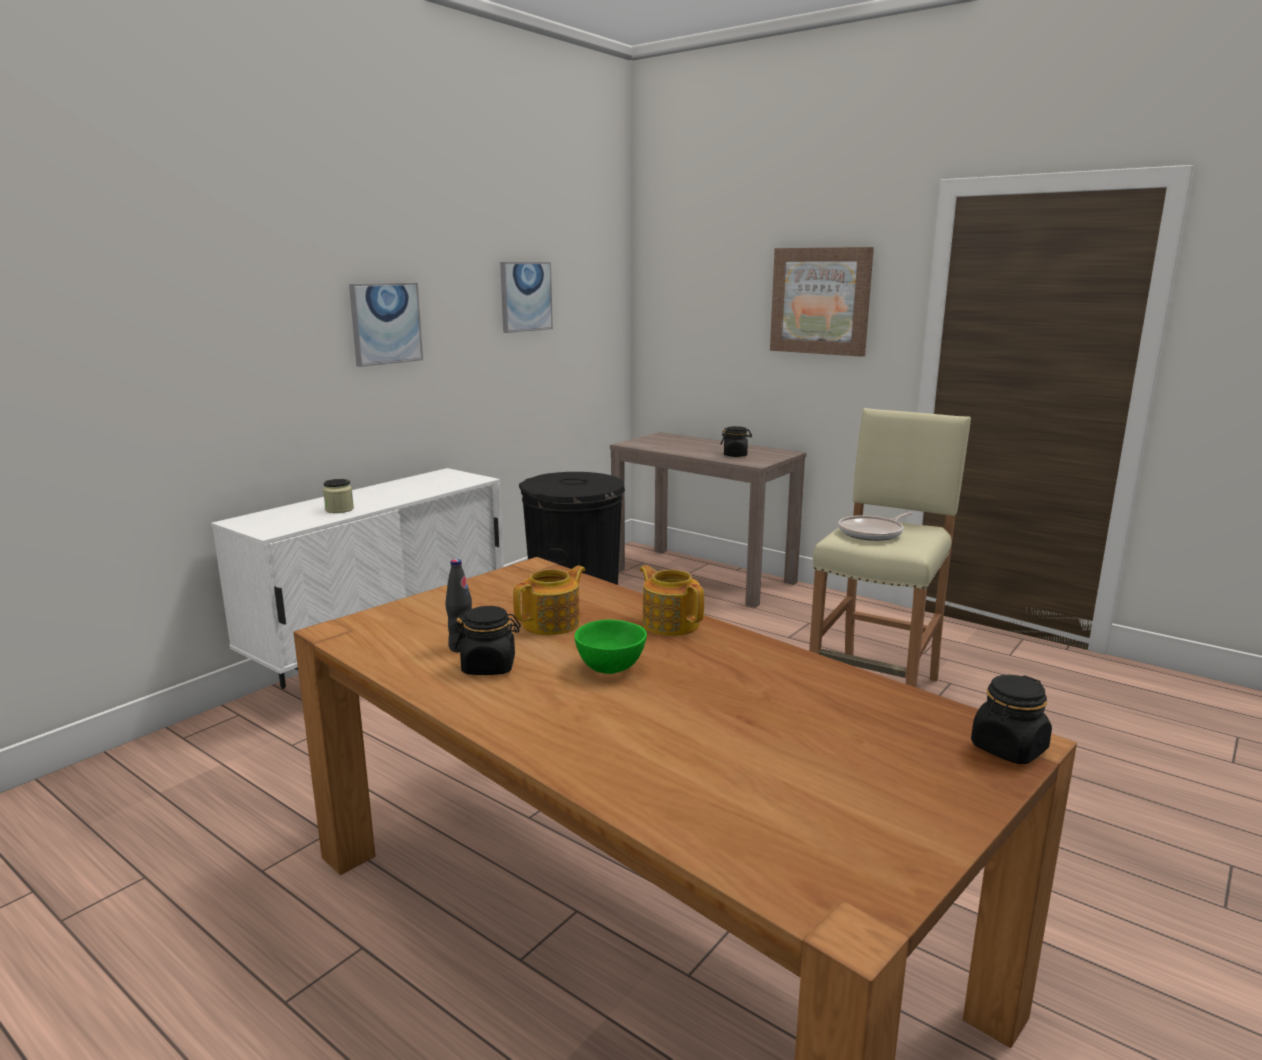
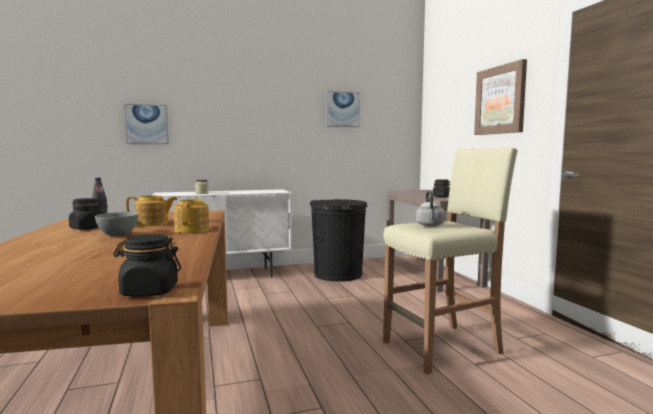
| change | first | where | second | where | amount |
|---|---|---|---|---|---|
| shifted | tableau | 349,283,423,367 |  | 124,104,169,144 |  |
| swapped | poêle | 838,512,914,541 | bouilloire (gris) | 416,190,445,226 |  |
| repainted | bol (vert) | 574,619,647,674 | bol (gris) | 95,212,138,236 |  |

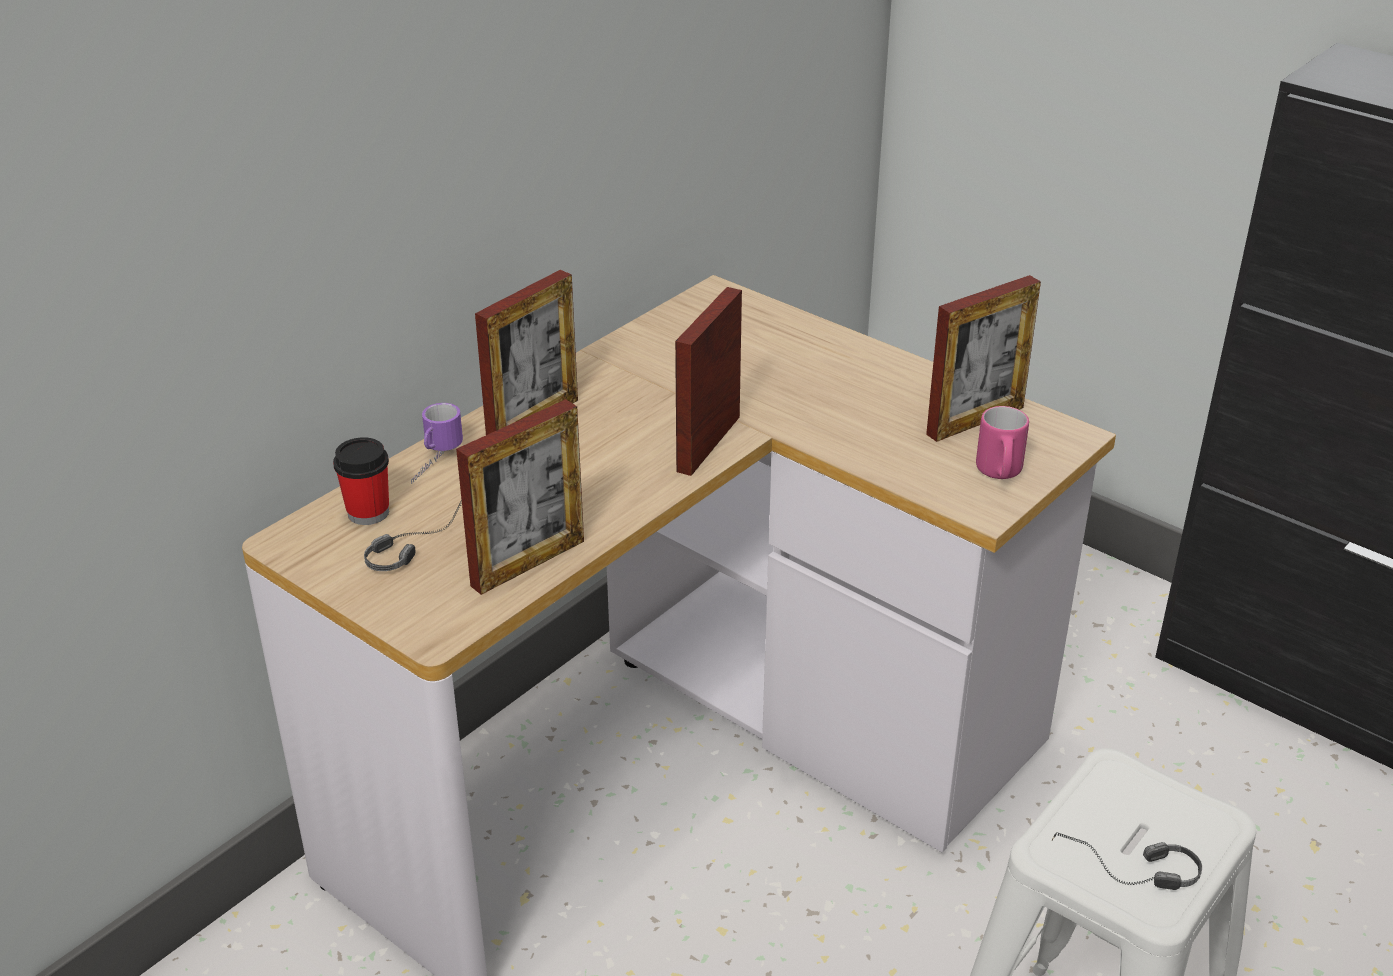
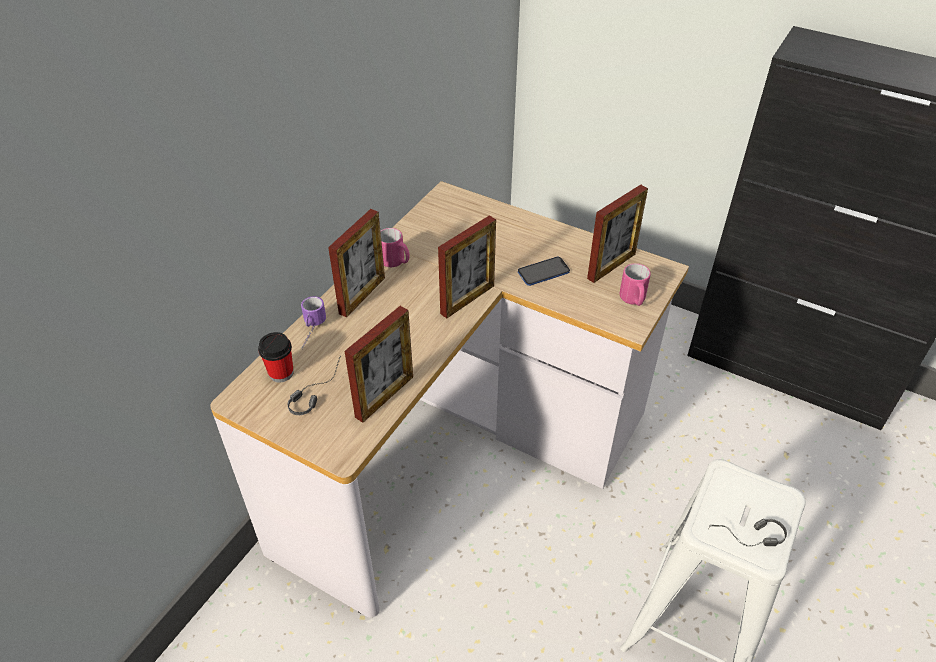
| change | first | where | second | where | amount |
|---|---|---|---|---|---|
| rotated | cadre photo | 675,287,742,476 |  | 438,216,496,318 | 150 degrees counterclockwise |
| new |  |  | mug (rose) | 380,228,410,267 |  |
| new |  |  | téléphone | 518,257,570,286 |  |

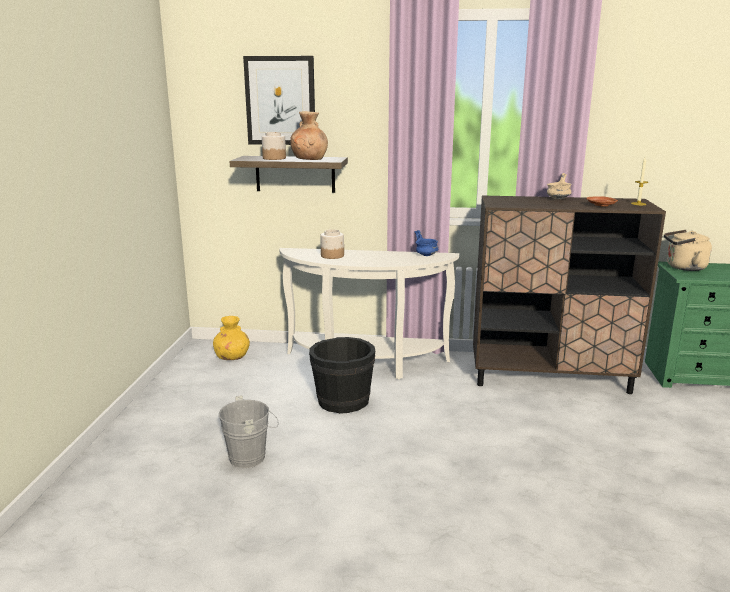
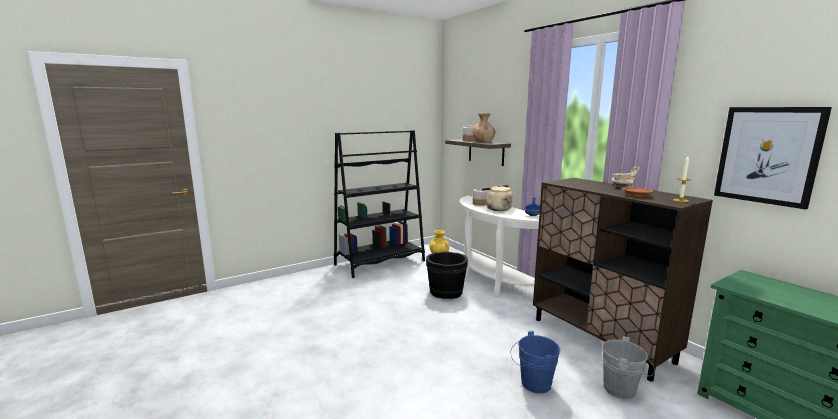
| change | first | where | second | where | amount |
|---|---|---|---|---|---|
| shifted | tableau | 243,56,315,145 |  | 714,107,832,209 |  |
| shifted | bouilloire (beige) | 664,230,712,271 |  | 482,185,513,211 |  |
| shifted | seau (gris) | 219,395,278,468 |  | 602,336,655,399 |  |
| new |  |  | bibliothèque (noir) | 334,130,425,278 |  |
| new |  |  | seau (bleu) | 511,331,560,394 |  |

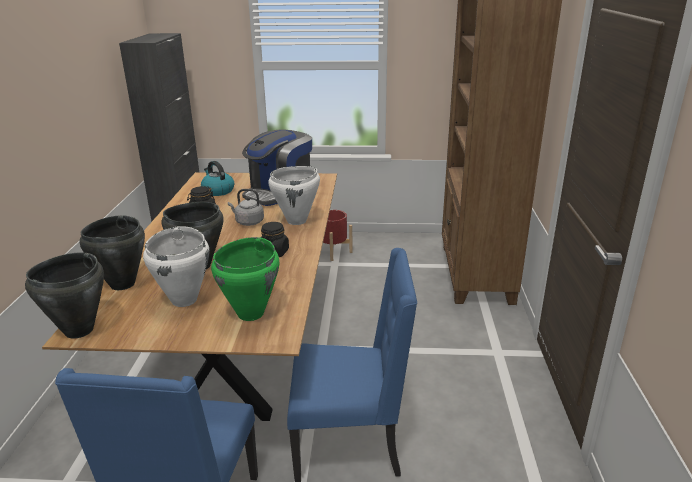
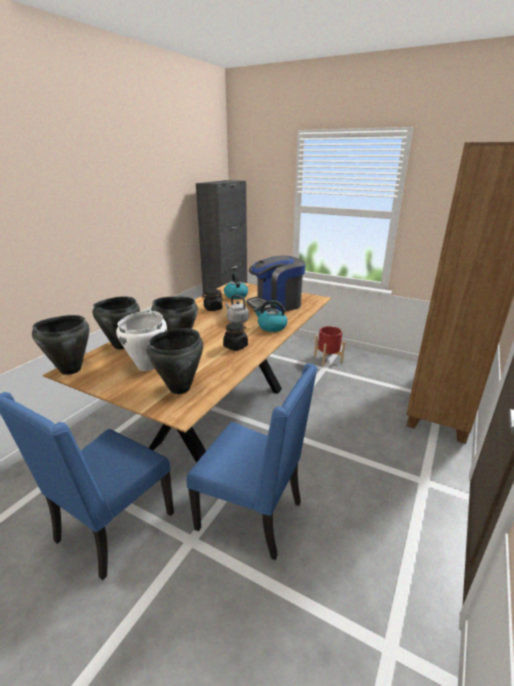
| change | first | where | second | where | amount |
|---|---|---|---|---|---|
| swapped | marmite (blanc) | 268,166,320,225 | bouilloire | 254,300,288,332 |  |
| repainted | marmite (vert) | 211,237,279,321 | marmite (noir) | 147,328,203,394 |  |

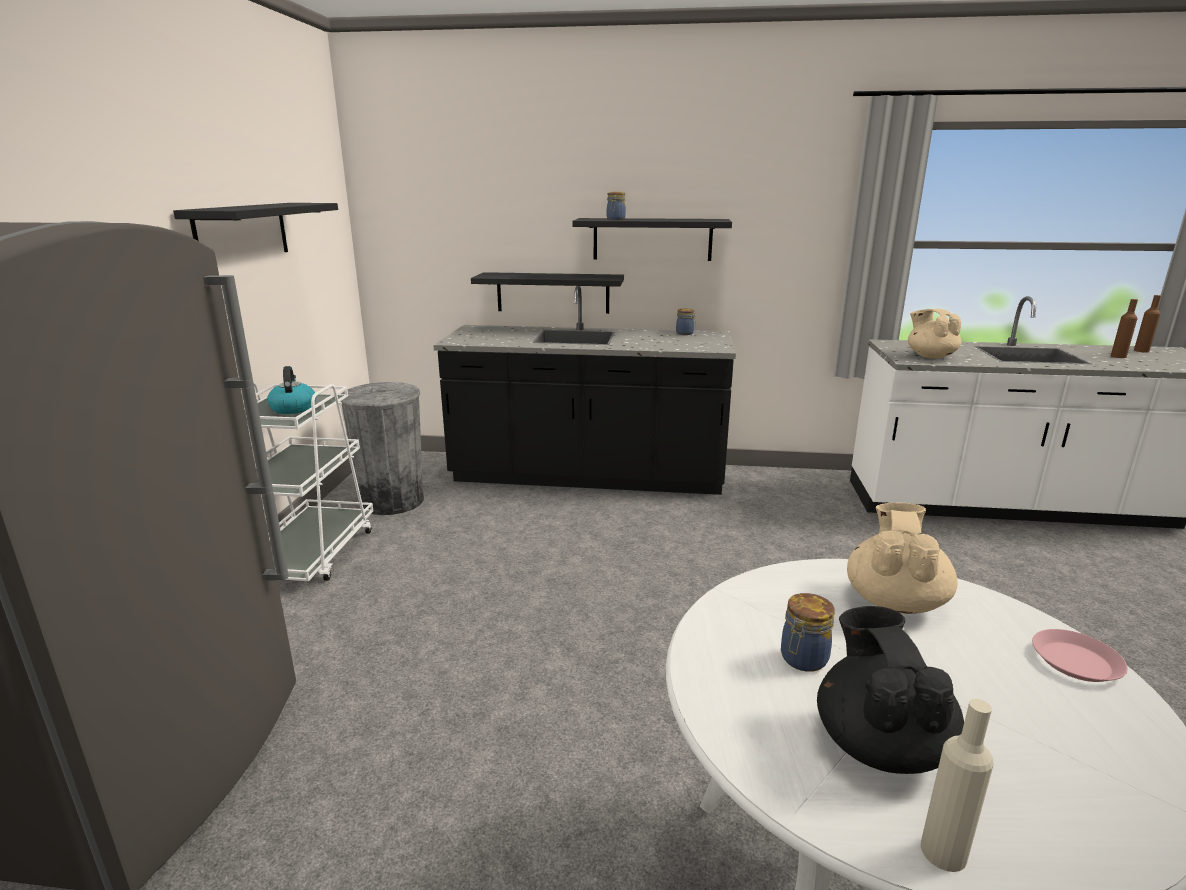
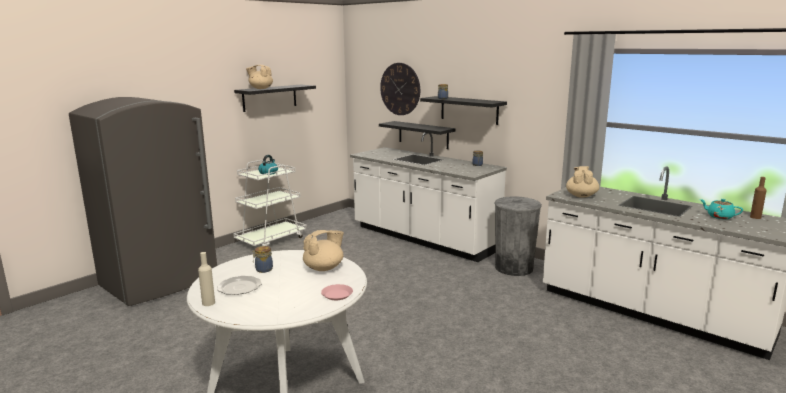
| change | first | where | second | where | amount |
|---|---|---|---|---|---|
| repainted | comptoir de cuisine (noir) | 433,286,736,495 | comptoir de cuisine (blanc) | 350,133,507,262 |  |
| swapped | bouteille (marron) | 1111,299,1138,358 | théière (turquoise) | 700,199,743,219 |  |
| shifted | poubelle (gris) | 340,382,424,515 |  | 494,196,542,276 |  |
| swapped | théière (noir) | 817,606,964,774 | assiette | 217,276,262,295 |  |
| new |  |  | horloge murale | 380,63,420,115 |  |
| new |  |  | théière (beige) | 246,65,273,89 |  |

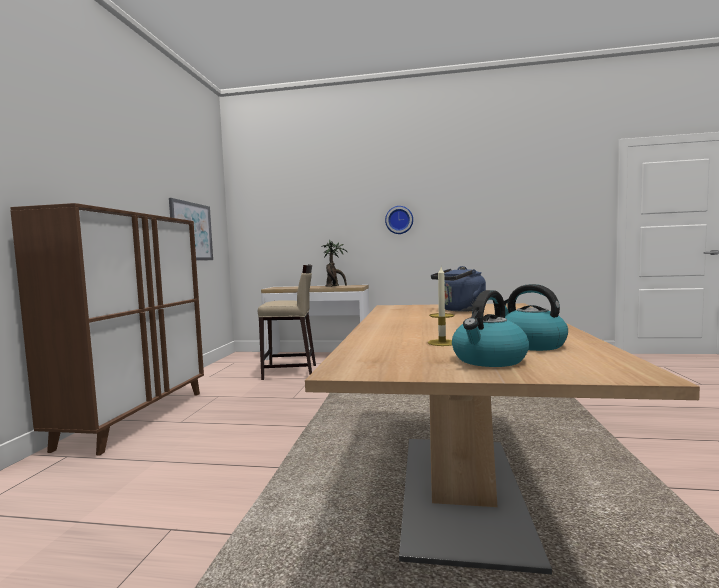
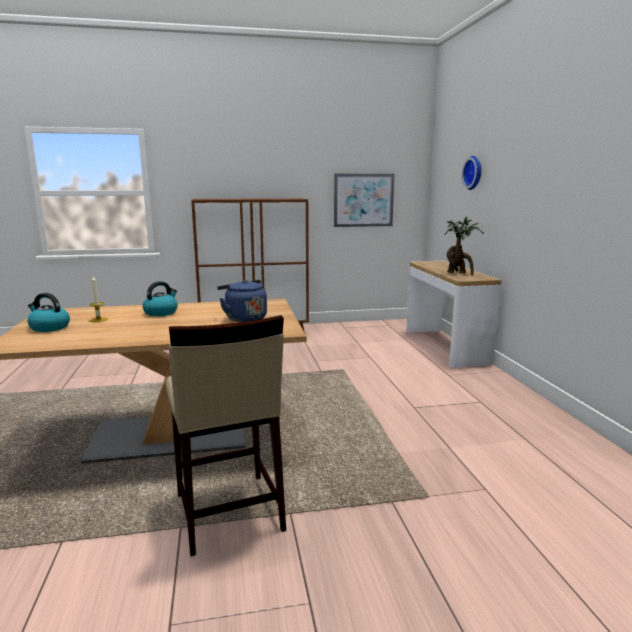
| change | first | where | second | where | amount |
|---|---|---|---|---|---|
| shifted | horloge murale | 385,206,413,234 |  | 462,156,481,190 |  |
| shifted | tabouret (beige) | 258,264,316,380 |  | 165,315,286,556 |  |
| shifted | bouilloire | 504,284,568,351 |  | 142,281,178,316 |  |

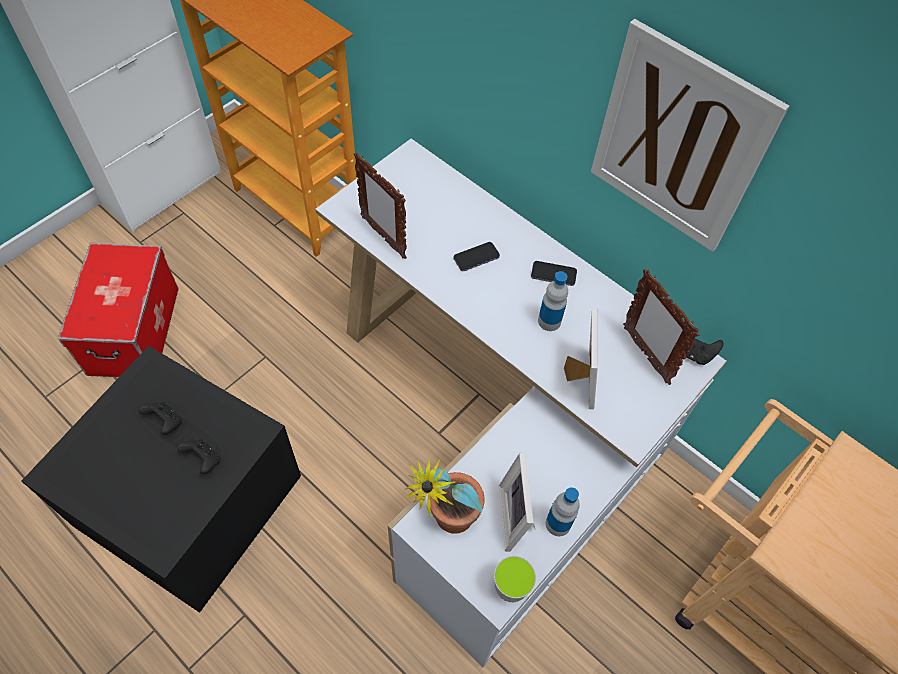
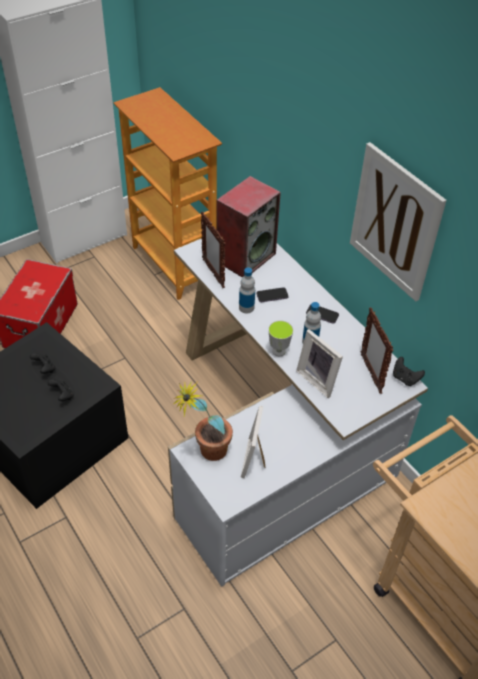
| change | first | where | second | where | amount |
|---|---|---|---|---|---|
| rotated | cadre photo | 564,308,598,409 |  | 296,329,343,398 | 120 degrees clockwise |
| shifted | bouteille | 546,487,580,536 |  | 239,268,255,313 |  |
| shifted | tasse | 494,556,536,602 |  | 268,320,293,356 |  |
| new |  |  | enceinte | 216,176,281,277 |  |

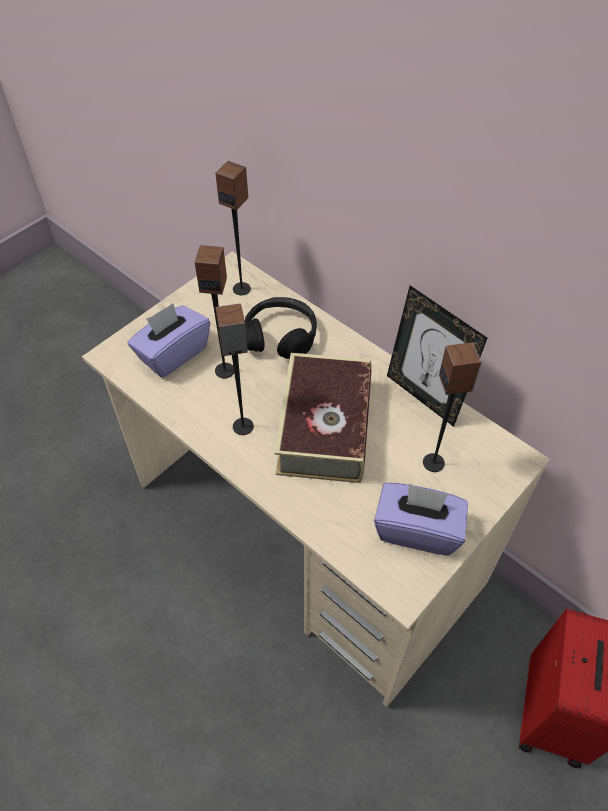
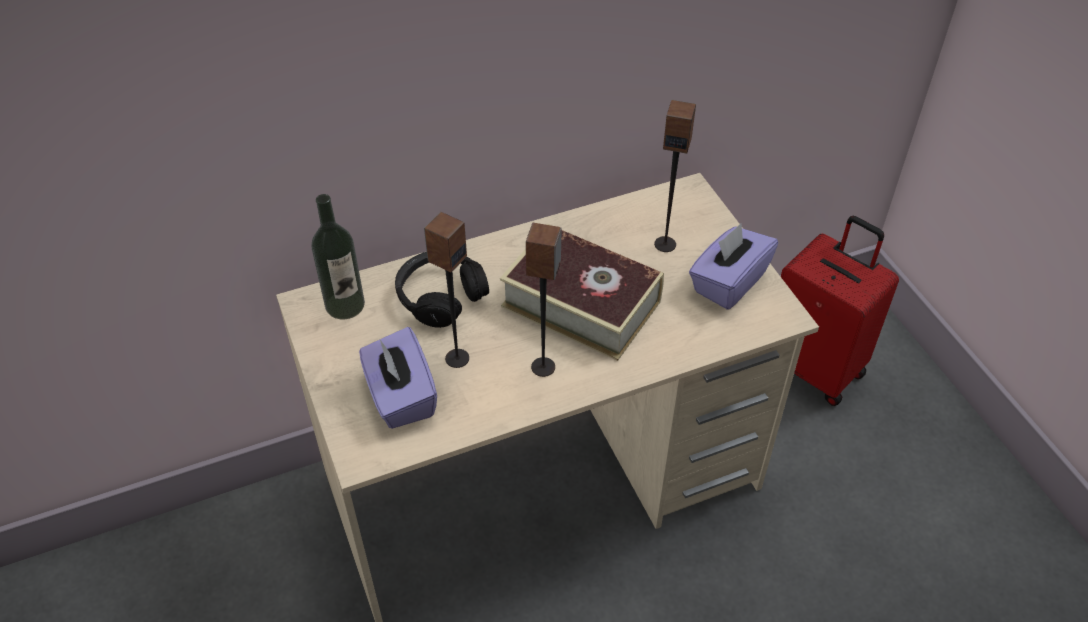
| change | first | where | second | where | amount |
|---|---|---|---|---|---|
| swapped | enceinte | 215,161,251,295 | bouteille | 311,194,365,319 |  |
| gone | cadre photo | 387,285,487,427 |  |  |  |

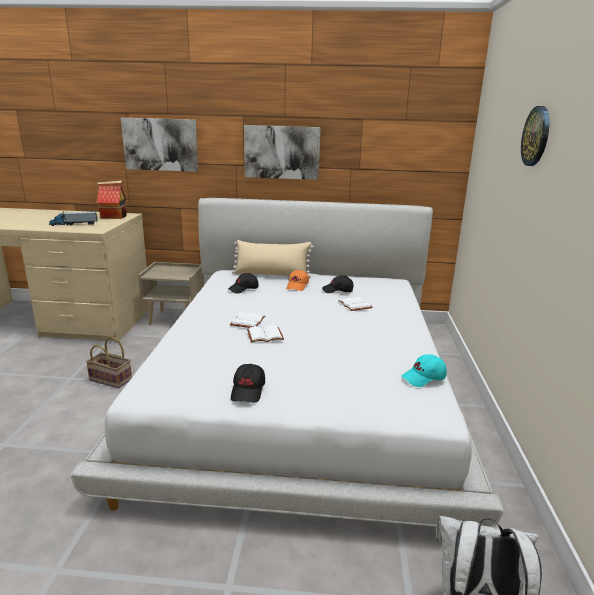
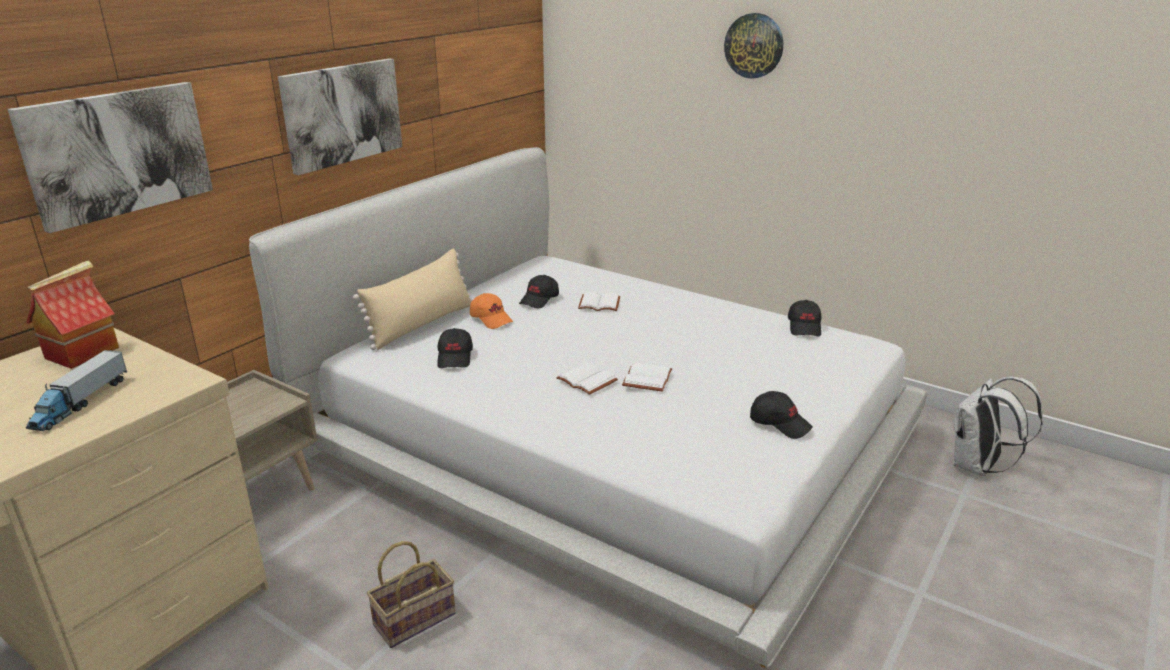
| change | first | where | second | where | amount |
|---|---|---|---|---|---|
| repainted | casquette (turquoise) | 402,354,447,387 | casquette (noir) | 788,300,821,336 |  |

